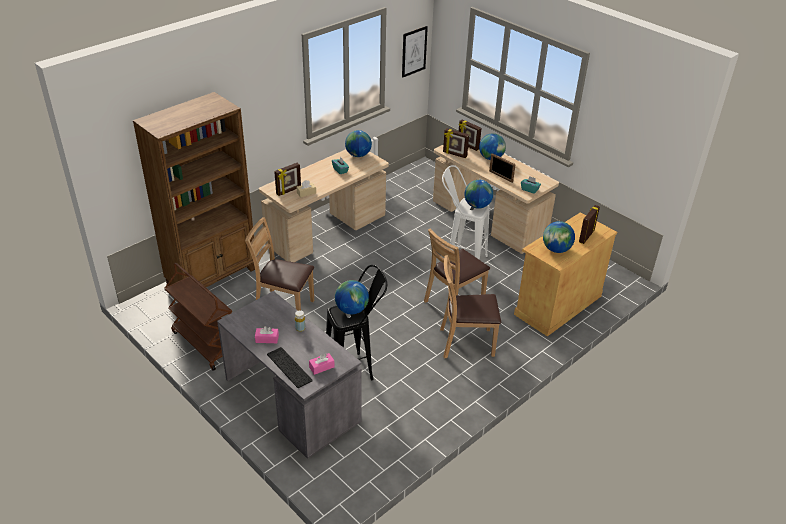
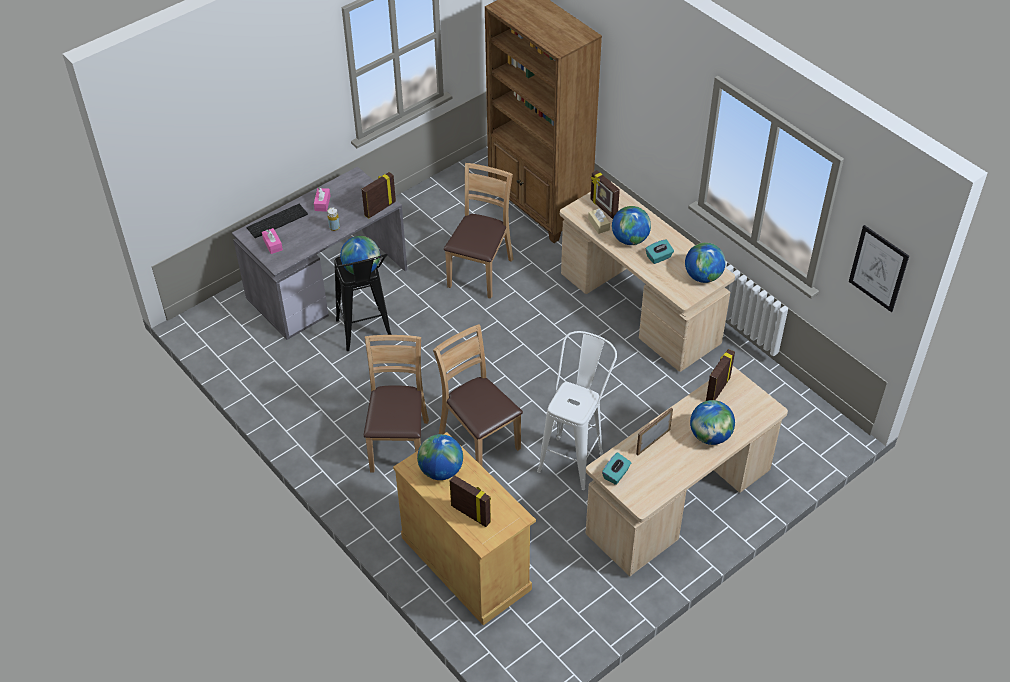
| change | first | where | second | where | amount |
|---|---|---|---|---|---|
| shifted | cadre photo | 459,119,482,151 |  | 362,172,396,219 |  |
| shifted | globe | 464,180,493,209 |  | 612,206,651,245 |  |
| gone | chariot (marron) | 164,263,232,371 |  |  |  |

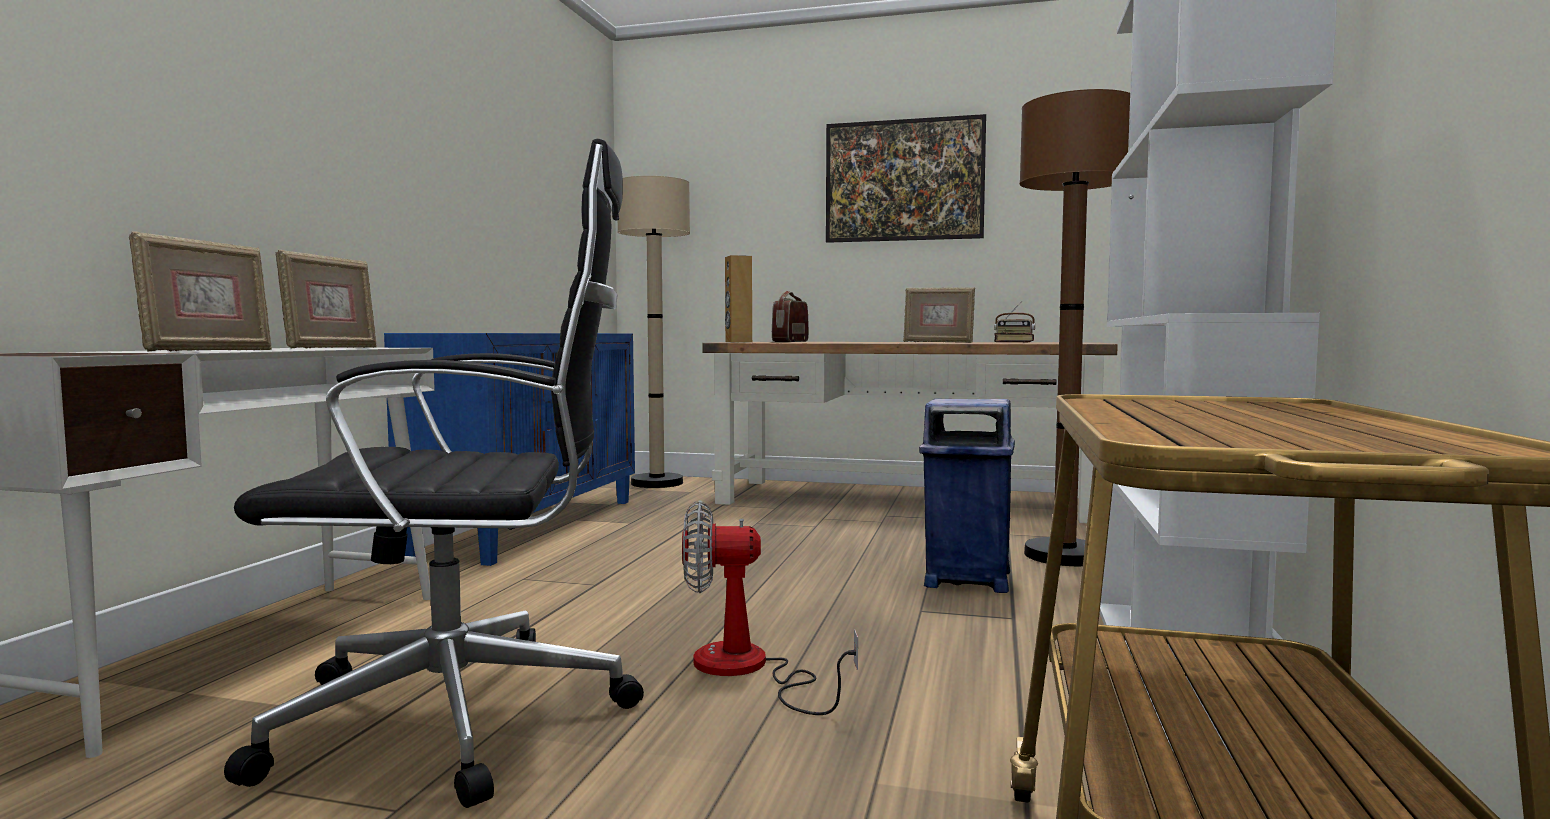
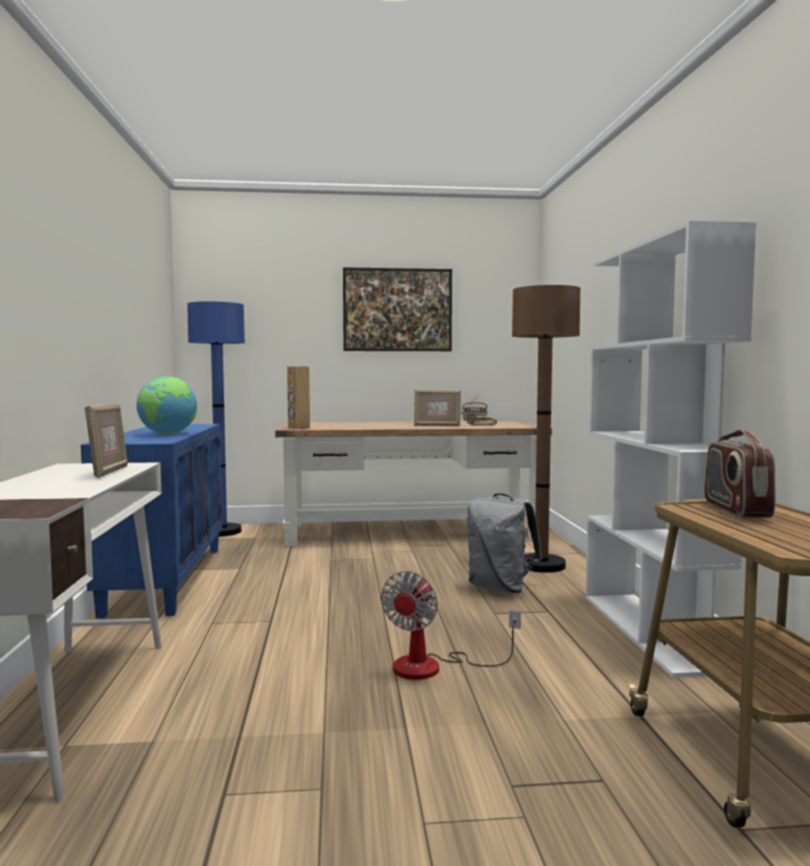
| change | first | where | second | where | amount |
|---|---|---|---|---|---|
| gone | chaise de bureau (noir) | 224,138,644,808 |  |  |  |
| repainted | lampadaire (beige) | 618,176,690,488 | lampadaire (bleu) | 187,301,245,537 |  |
| gone | cadre photo | 129,231,272,352 |  |  |  |
| shifted | radio | 772,291,809,342 |  | 704,430,775,518 |  |
| swapped | poubelle (bleu) | 919,398,1015,593 | sac à dos (gris) | 467,493,542,593 |  |
| rotated | ventilateur | 682,500,858,715 |  | 381,571,521,680 | 45 degrees counterclockwise |
| new |  |  | globe | 136,376,197,435 |  |

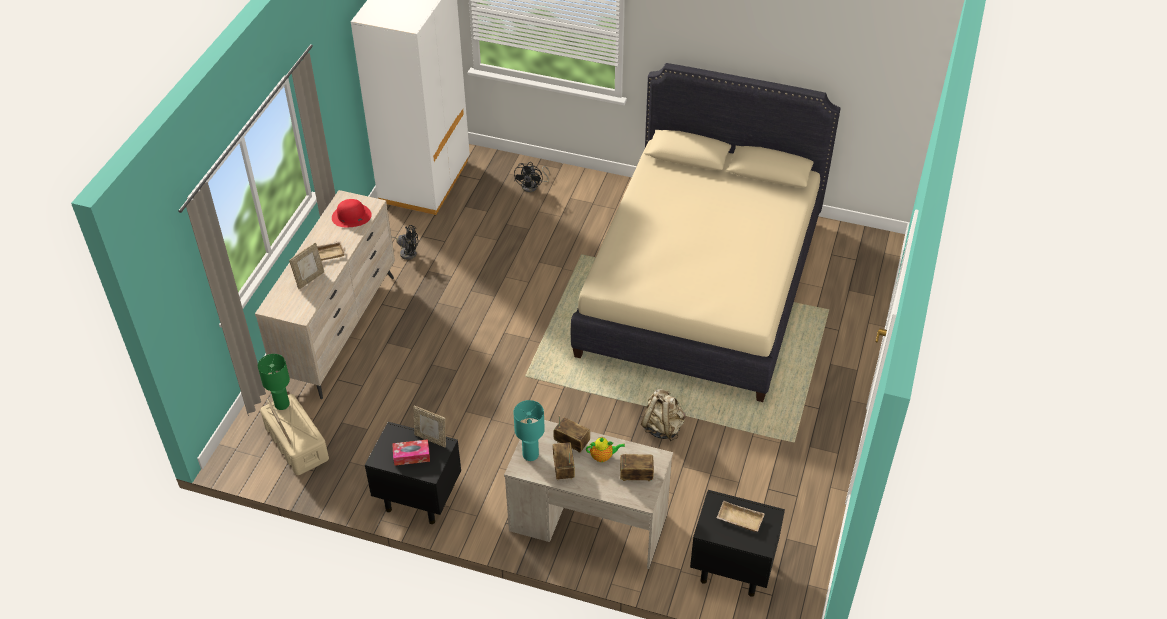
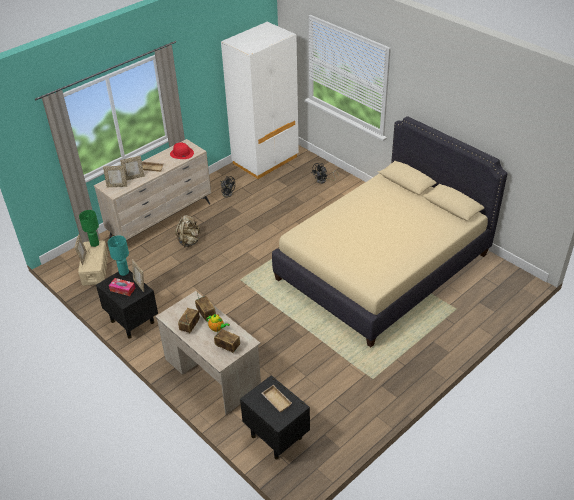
| change | first | where | second | where | amount |
|---|---|---|---|---|---|
| shifted | sac à dos (beige) | 641,389,686,441 |  | 175,215,200,247 |  |
| shifted | lampe de table (turquoise) | 513,400,545,461 |  | 108,235,129,276 |  |
| new |  |  | cadre photo | 103,166,127,187 |  |

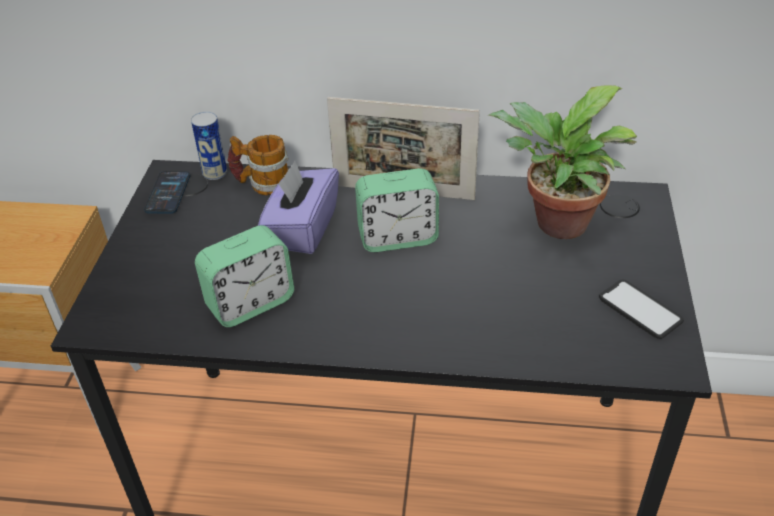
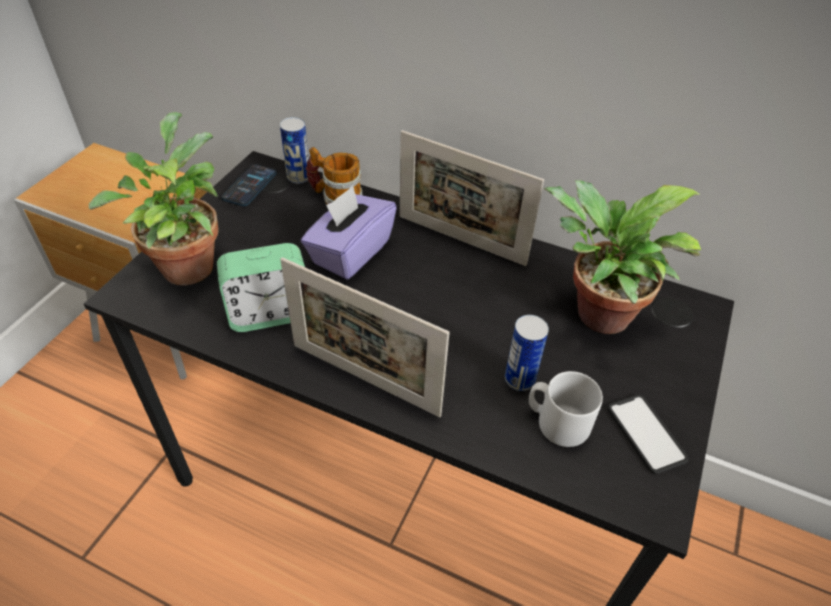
| change | first | where | second | where | amount |
|---|---|---|---|---|---|
| gone | réveil | 355,168,439,252 |  |  |  |
| new |  |  | plante en pot | 89,112,219,286 |  |
| new |  |  | cadre photo | 280,257,450,417 |  |
| new |  |  | boîte métallique | 505,315,549,391 |  |
| new |  |  | mug (gris) | 529,371,603,447 |  |

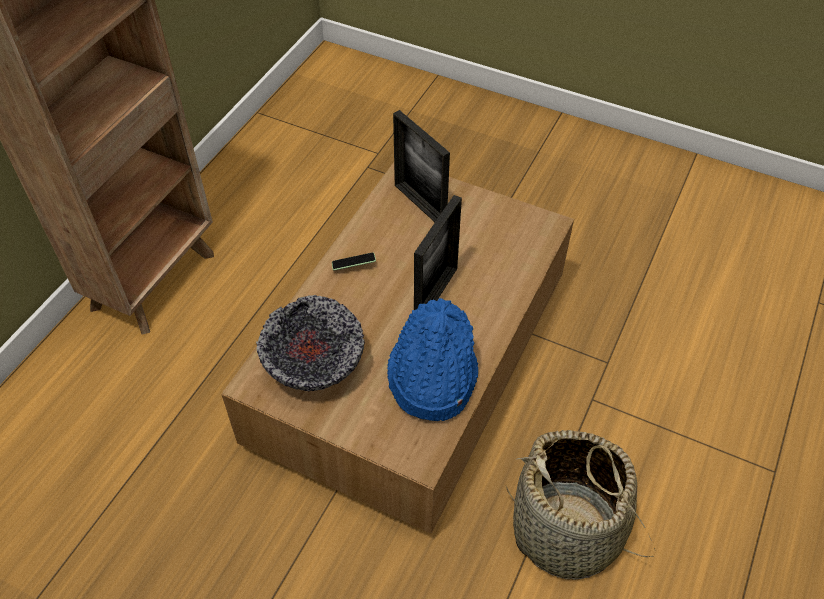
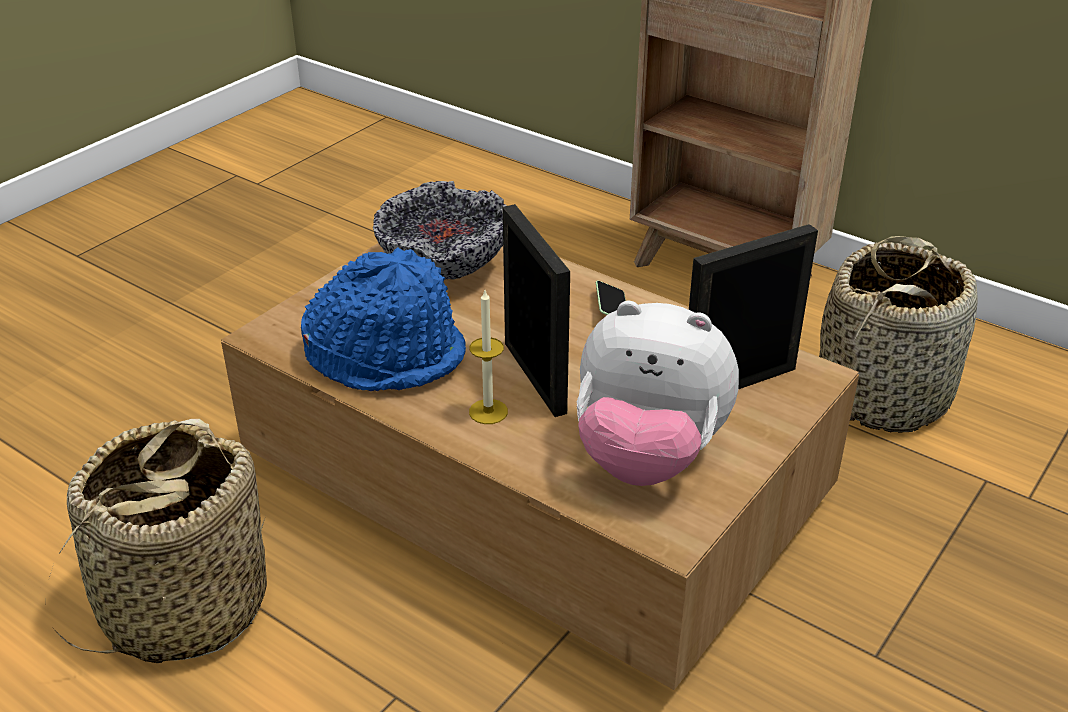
| change | first | where | second | where | amount |
|---|---|---|---|---|---|
| rotated | cadre photo | 414,195,462,310 |  | 503,204,570,417 | 150 degrees counterclockwise |
| new |  |  | panier | 819,236,978,433 |  |
| new |  |  | bougie | 469,290,508,424 |  |
| new |  |  | peluche | 576,301,739,486 |  |

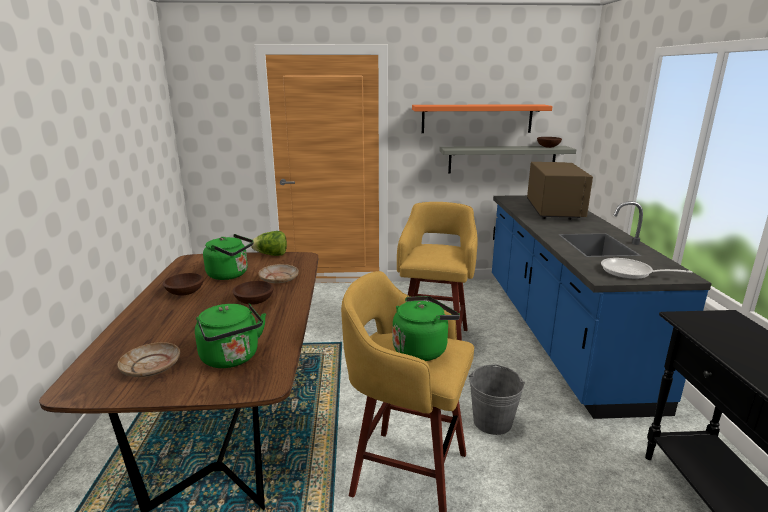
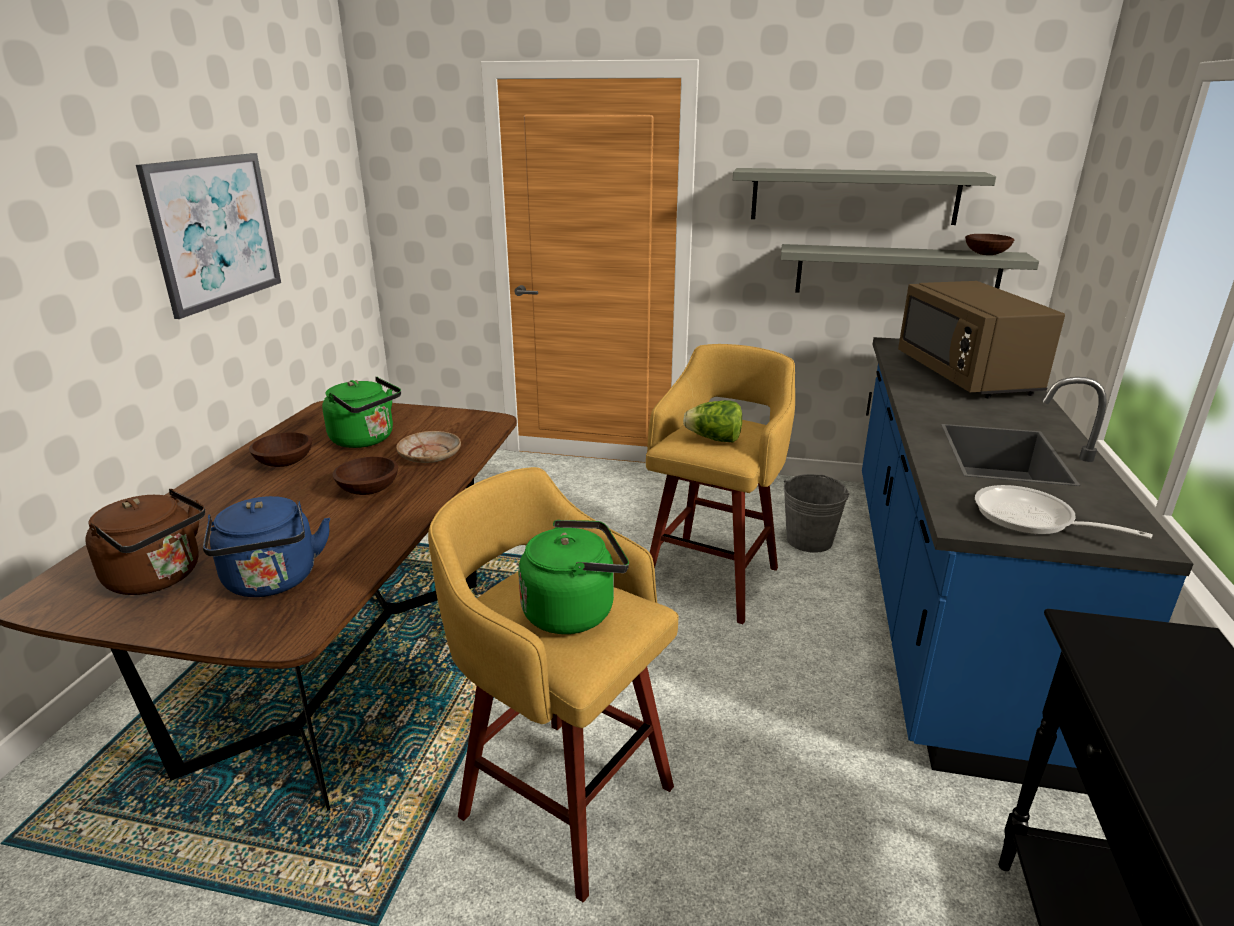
| change | first | where | second | where | amount |
|---|---|---|---|---|---|
| repainted | étagère (orange) | 412,104,553,133 | étagère (gris) | 733,168,996,225 |  |
| rotated | micro-ondes (marron) | 527,162,593,220 |  | 898,281,1065,399 | 150 degrees clockwise |
| shifted | laitue | 251,231,287,256 |  | 683,400,742,443 |  |
| repainted | bouilloire (vert) | 195,303,266,368 | bouilloire (bleu) | 203,496,330,597 |  |
| swapped | assiette (beige) | 117,342,180,377 | bouilloire (marron) | 85,489,205,595 |  |
| shifted | seau (gris) | 469,364,525,435 |  | 784,474,849,553 |  |
| new |  |  | tableau | 136,153,281,319 |  |

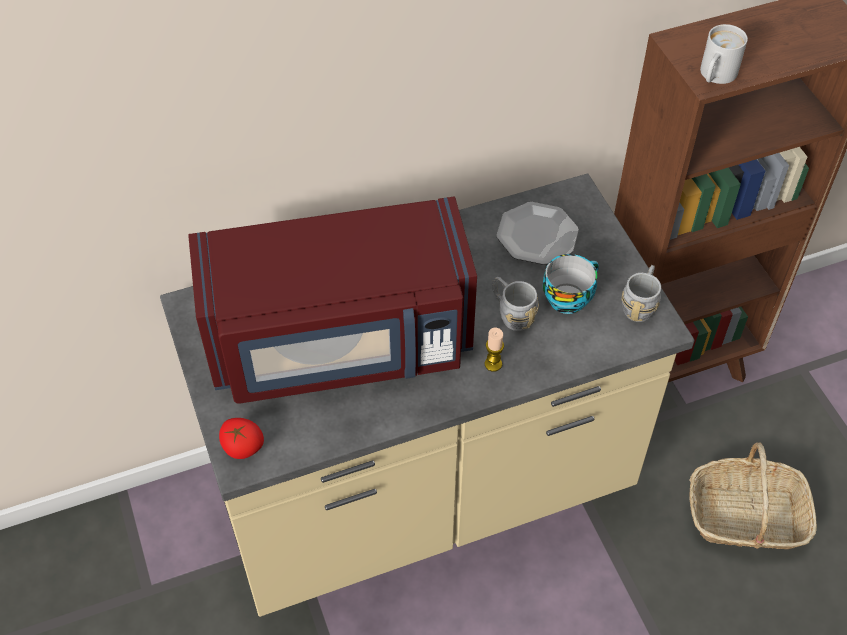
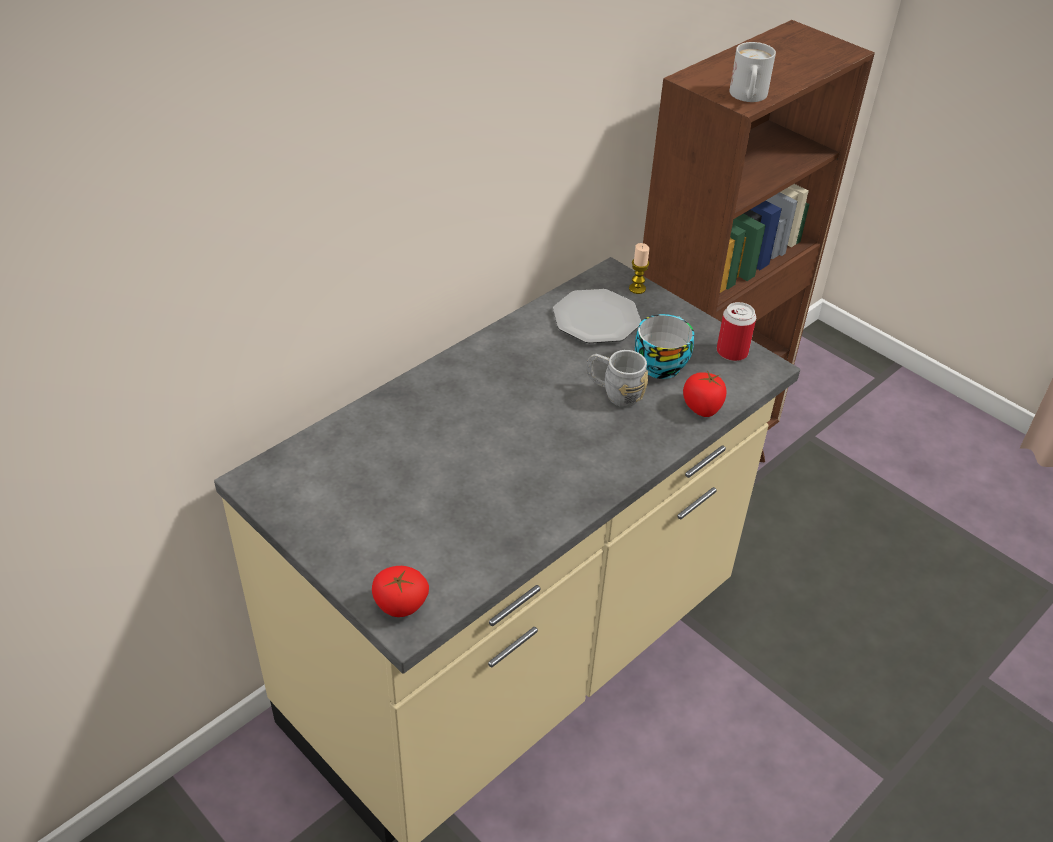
| change | first | where | second | where | amount |
|---|---|---|---|---|---|
| gone | micro-ondes (rouge) | 188,197,477,404 |  |  |  |
| swapped | mug (gris) | 622,265,661,322 | boîte métallique | 717,302,756,361 |  |
| shifted | bougie | 485,328,504,372 |  | 629,243,650,294 |  |
| gone | panier | 689,442,817,549 |  |  |  |
| new |  |  | tomate | 683,370,726,417 |  |

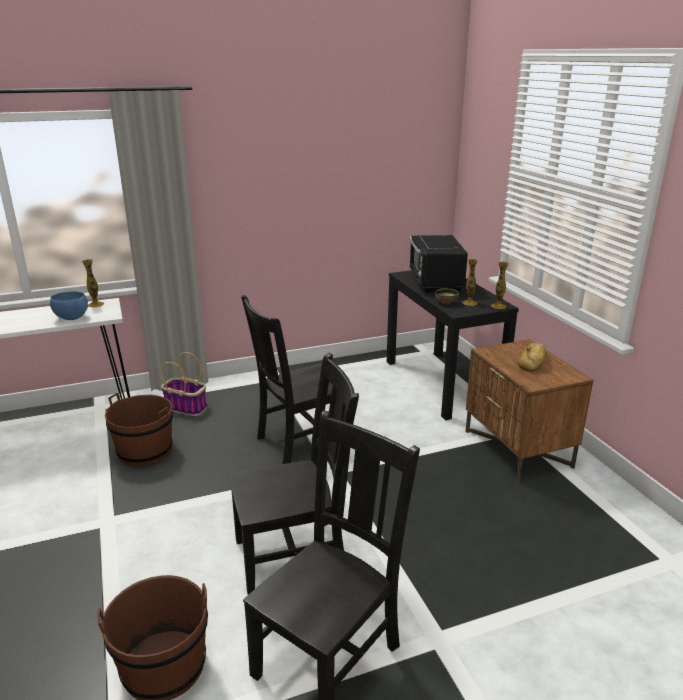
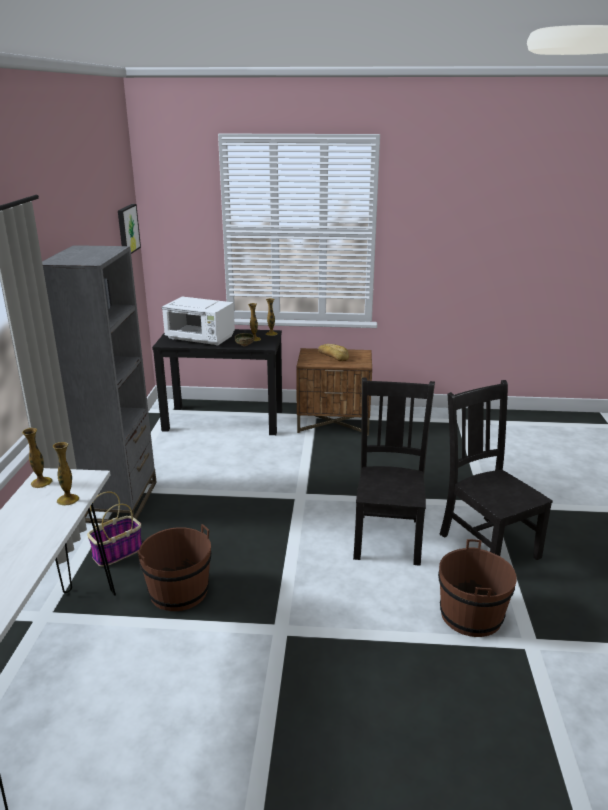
| change | first | where | second | where | amount |
|---|---|---|---|---|---|
| repainted | micro-ondes (noir) | 409,235,468,293 | micro-ondes (blanc) | 161,297,235,346 |  |
| swapped | bol (bleu) | 50,291,88,320 | vase | 53,442,79,506 |  |
| gone | chaise (noir) | 241,295,333,464 |  |  |  |
| new |  |  | tableau | 118,204,141,254 |  |
| new |  |  | bibliothèque (gris) | 42,245,156,523 |  |

